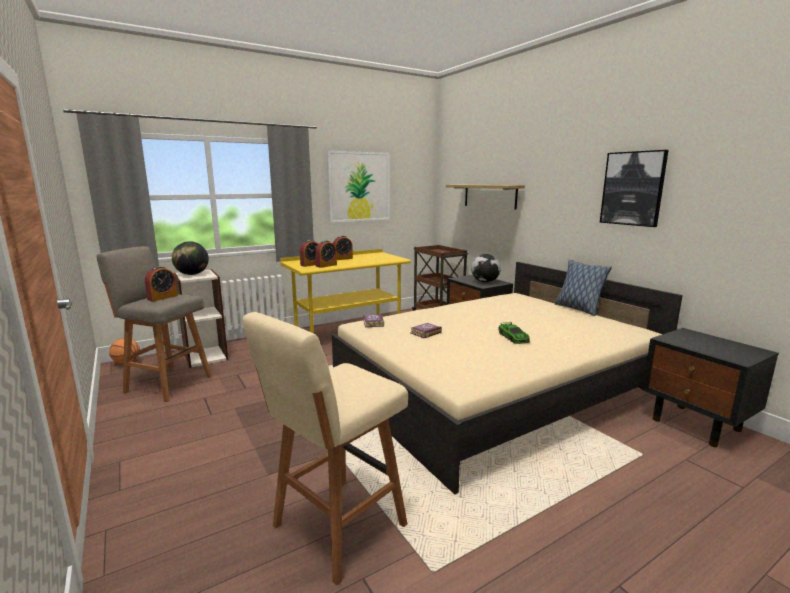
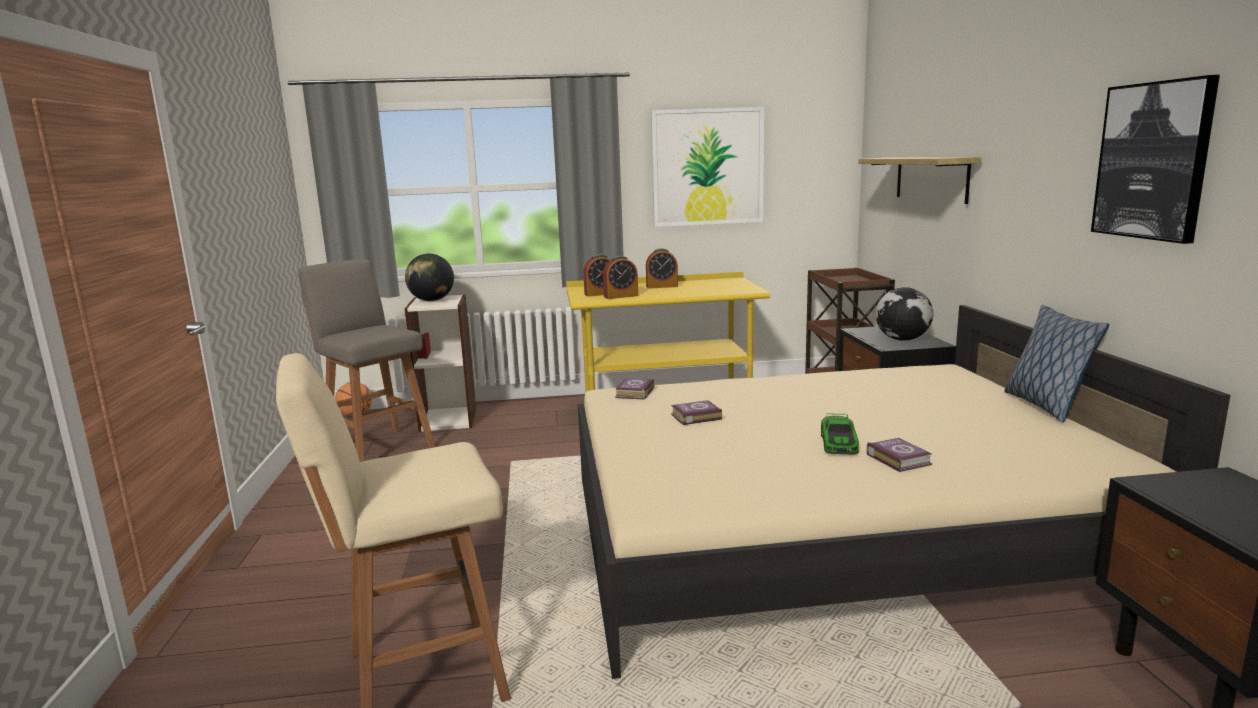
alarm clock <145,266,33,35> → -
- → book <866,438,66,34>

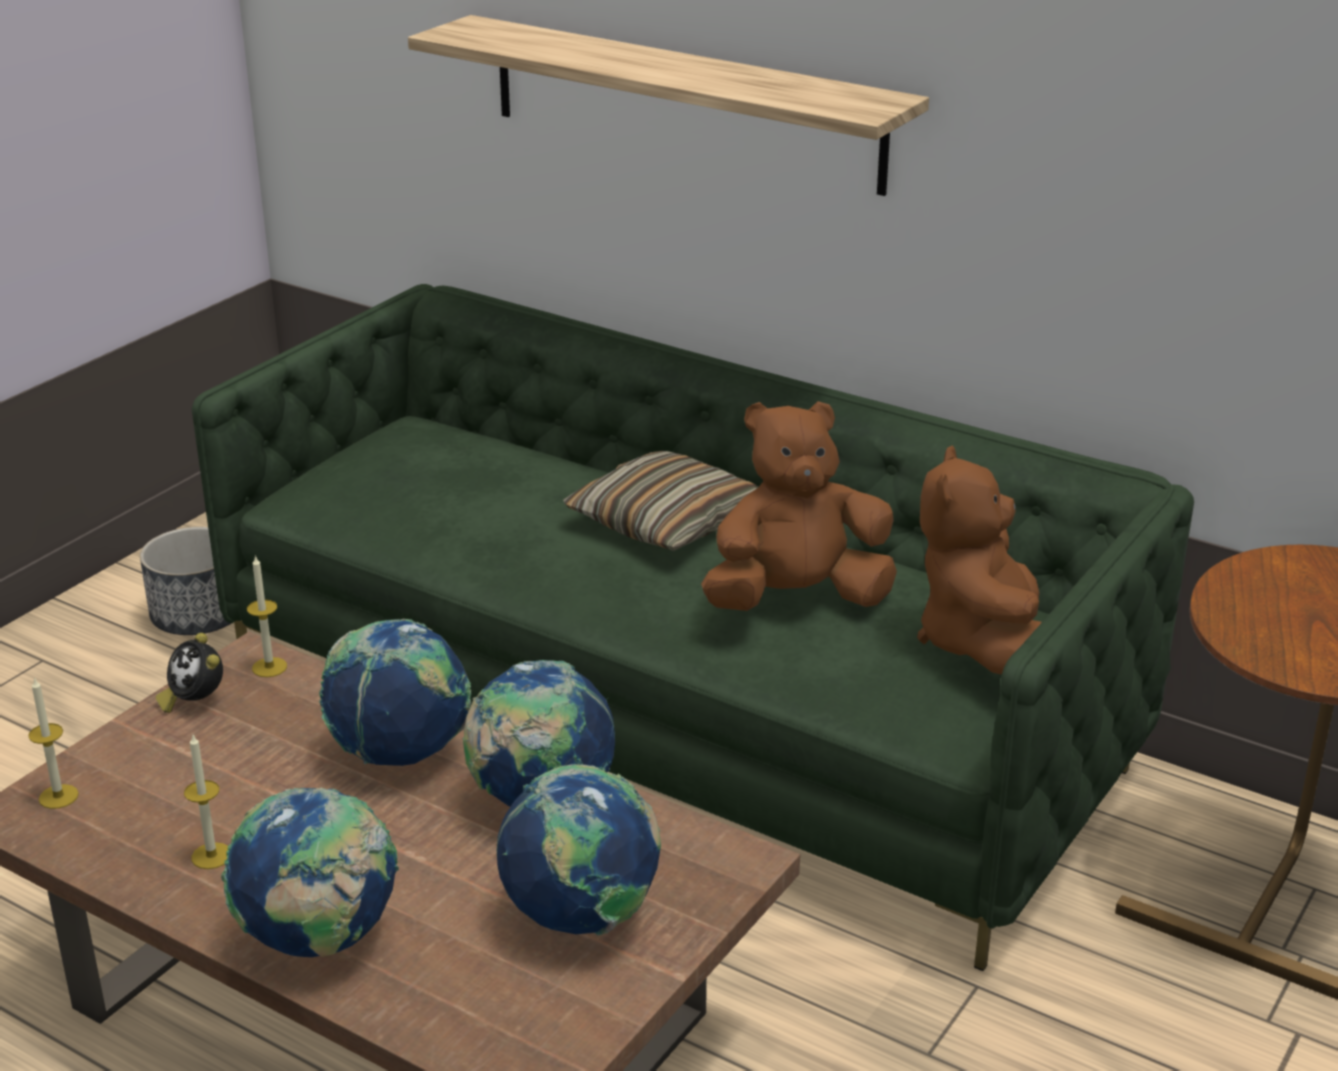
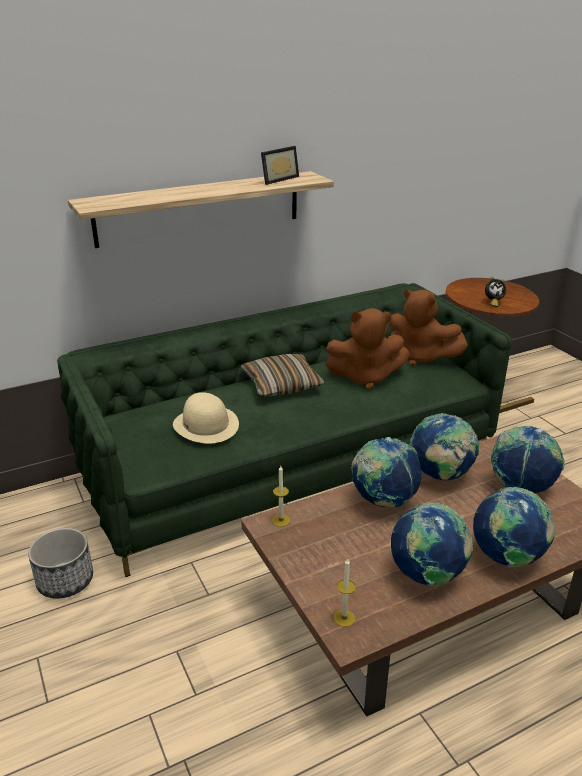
- → hat (beige) <173,392,66,52>
- → picture frame <261,146,38,39>
alarm clock <156,633,67,80> → alarm clock <485,277,21,30>, shifted
candle <184,735,44,134> → globe <391,503,82,85>
plush toy (brown) <701,401,196,210> → plush toy (brown) <325,308,85,82>, 105 degrees counterclockwise

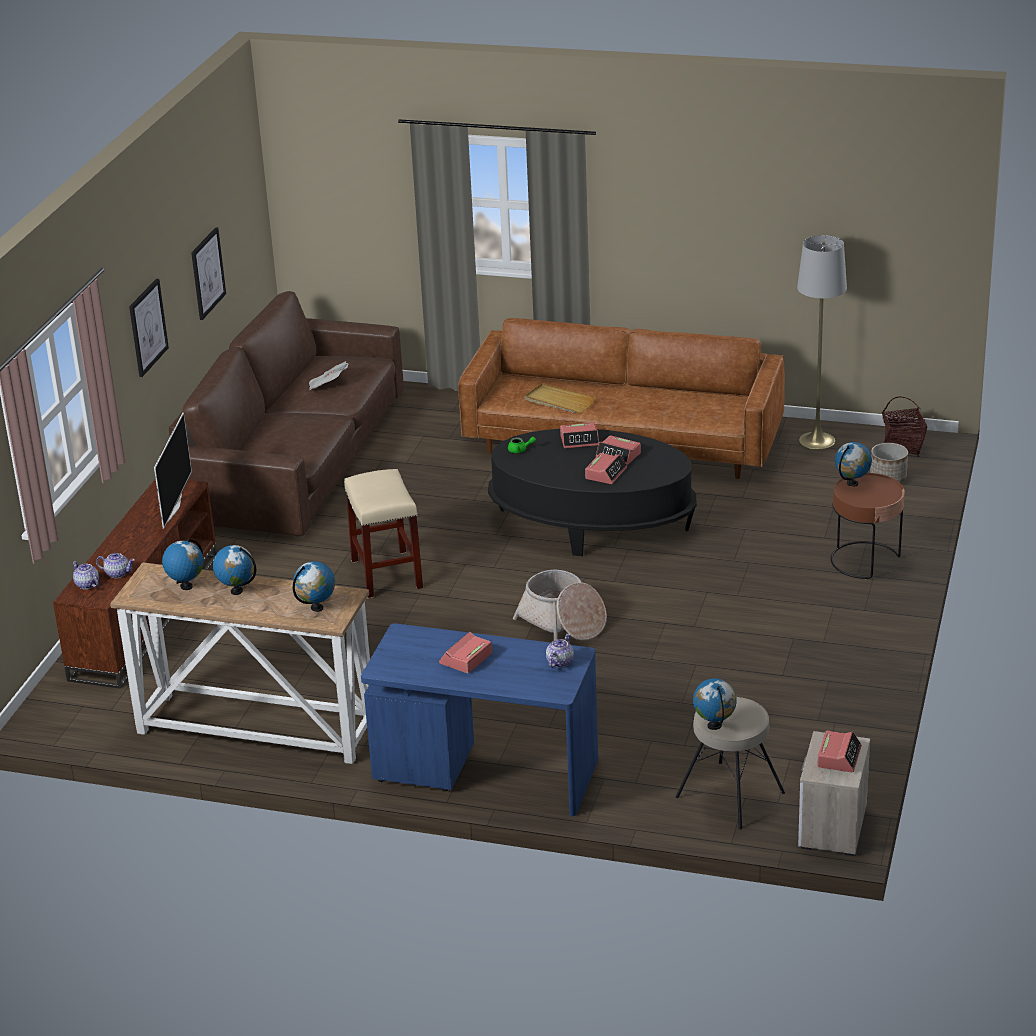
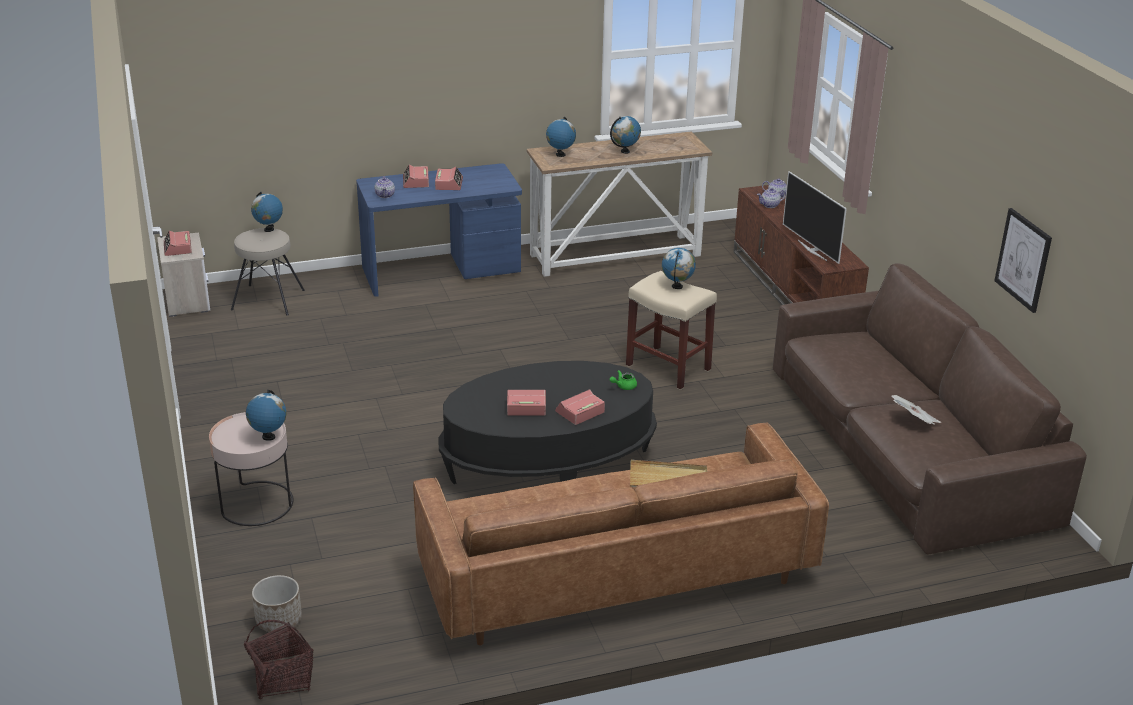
picture <129,279,40,98> → -
basket <513,570,94,70> → -
floor lamp (grey) <797,235,50,216> → -
globe <162,538,42,52> → globe <662,248,34,41>, shifted
alarm clock <585,453,42,31> → alarm clock <403,165,26,23>, shifted
side table (brown) <831,473,74,106> → side table (pink) <209,412,85,114>

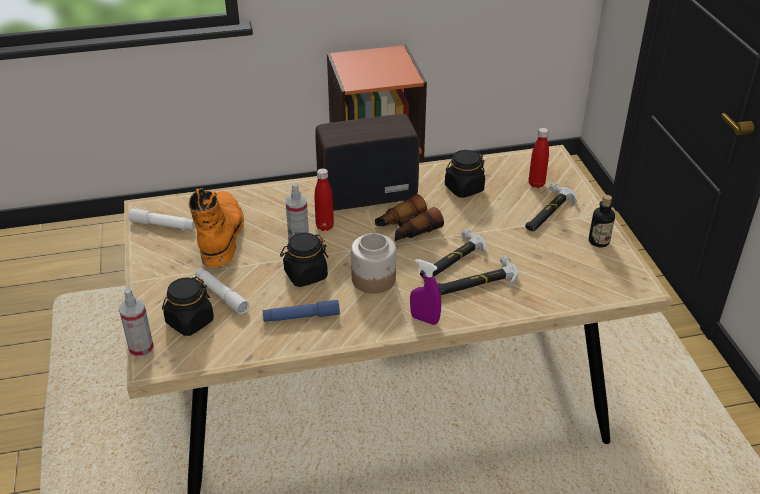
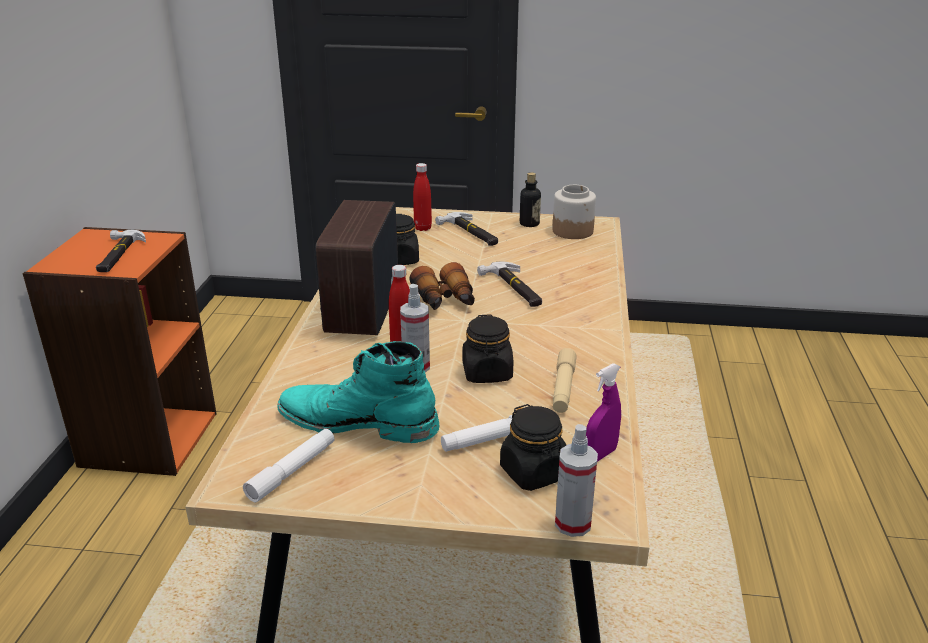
jar <351,233,45,61> → jar <552,185,44,54>, shifted
spray bottle (purple) <410,259,31,66> → spray bottle (purple) <586,363,35,99>, shifted
hammer <437,256,81,39> → hammer <96,230,50,42>, shifted
boot (orange) <189,188,55,79> → boot (turquoise) <277,341,162,102>
flashlight (blue) <262,300,78,22> → flashlight (beige) <553,348,24,65>

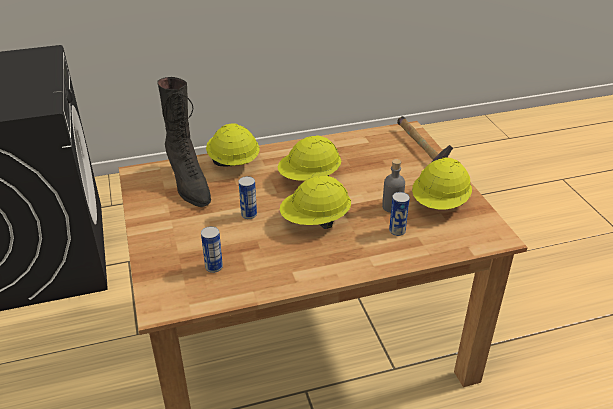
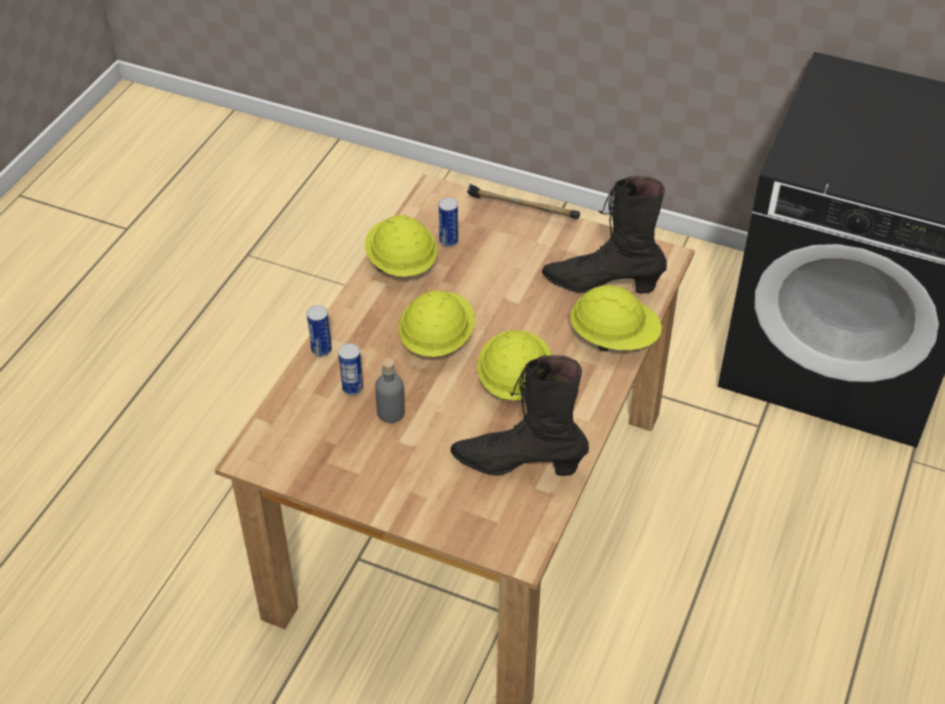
- → boot (black) <450,355,139,121>
can <239,176,18,43> → can <307,305,25,52>, shifted
hammer <397,116,56,46> → hammer <467,184,113,35>, shifted
hard hat (yellow) <412,158,60,52> → hard hat (yellow) <365,215,72,62>, shifted

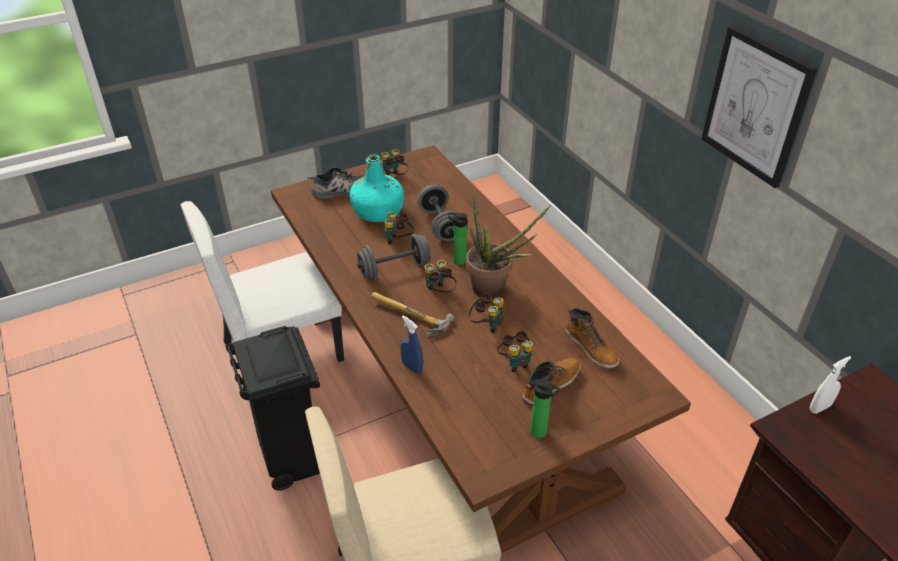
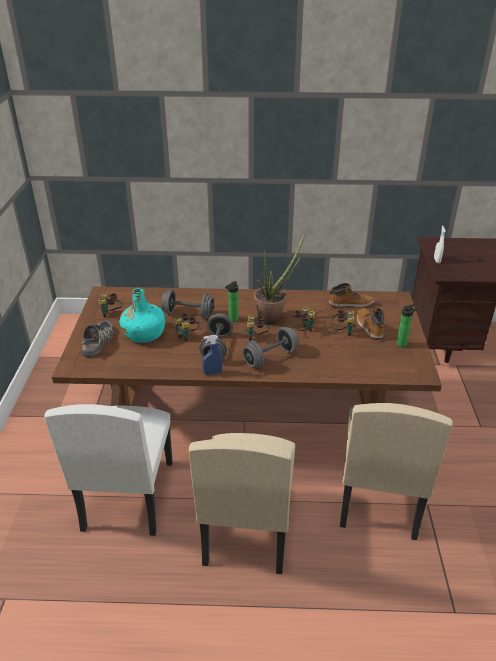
picture <701,26,116,162> → -
spray bottle (blue) <400,315,23,59> → spray bottle (blue) <202,335,21,40>, shifted
trash can (black) <225,326,95,164> → chair (beige) <189,433,106,141>
hammer <371,292,84,44> → dumbbell (grey) <242,327,57,41>

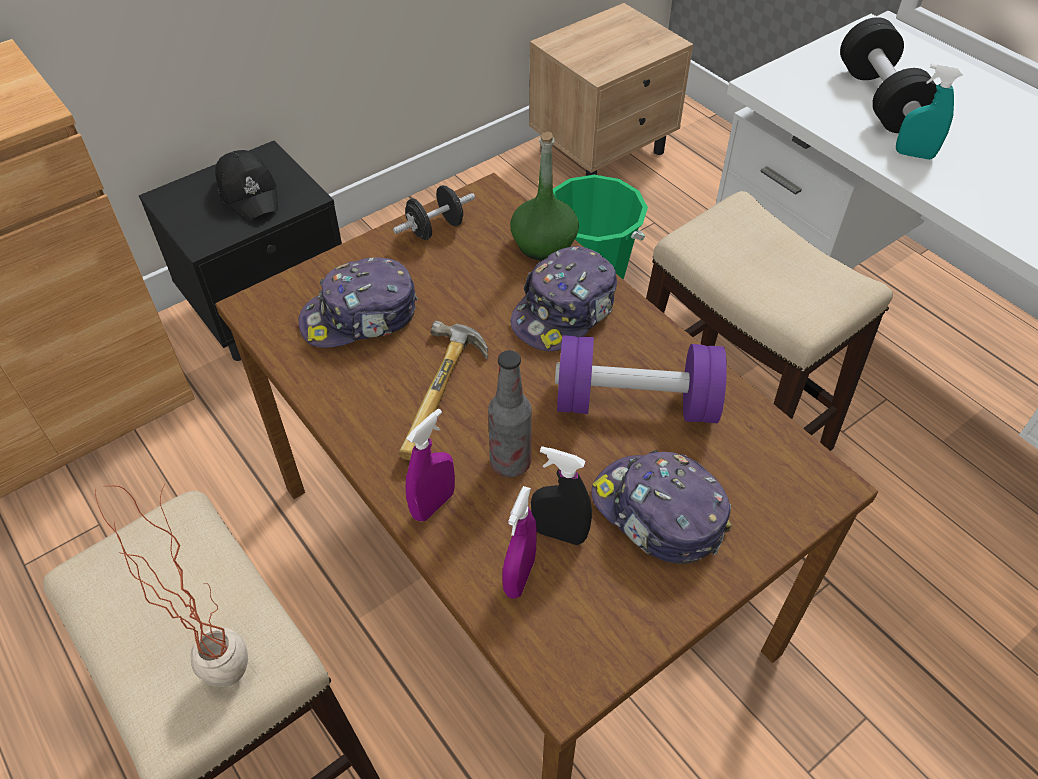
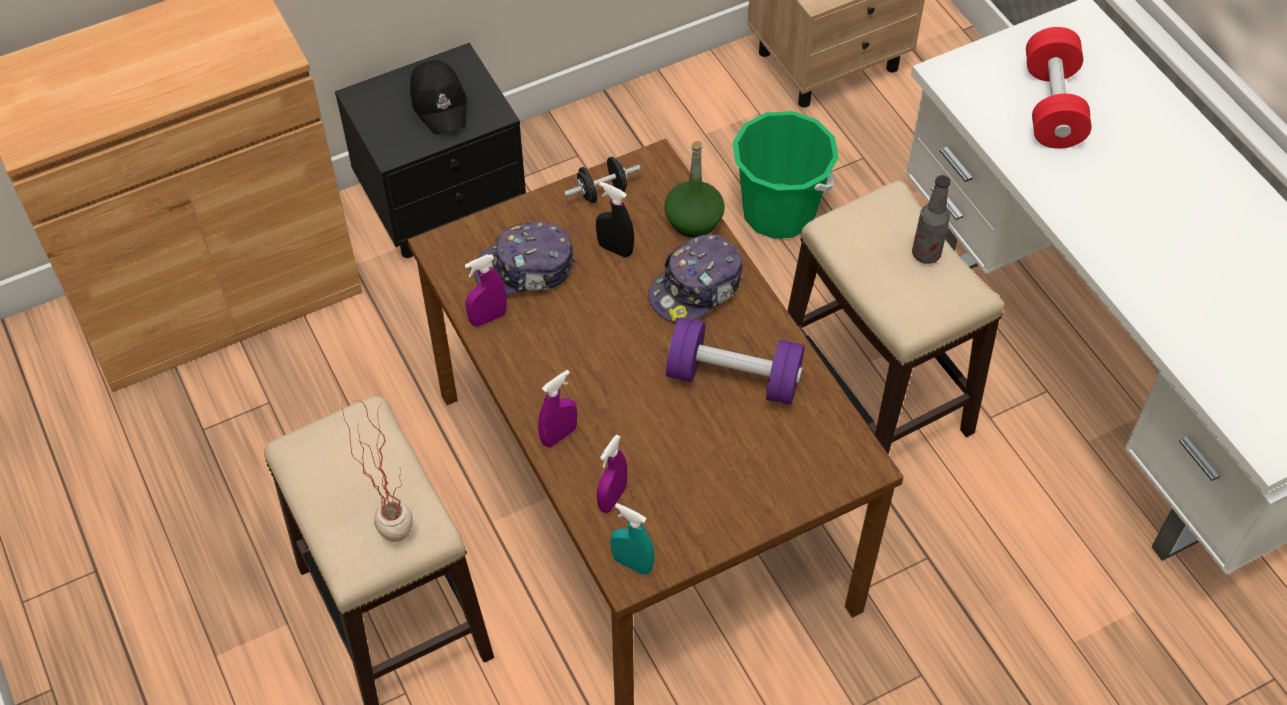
hammer <398,320,90,140> → -
cap <592,450,140,114> → -
- → spray bottle (purple) <465,255,42,72>
bottle <488,350,44,127> → bottle <912,175,39,89>, shifted
spray bottle (black) <531,446,61,99> → spray bottle (black) <596,182,38,75>, shifted
spray bottle (turquoise) <896,63,67,97> → spray bottle (turquoise) <610,503,45,72>, shifted
dumbbell (black) <840,17,97,116> → dumbbell (red) <1026,27,66,122>

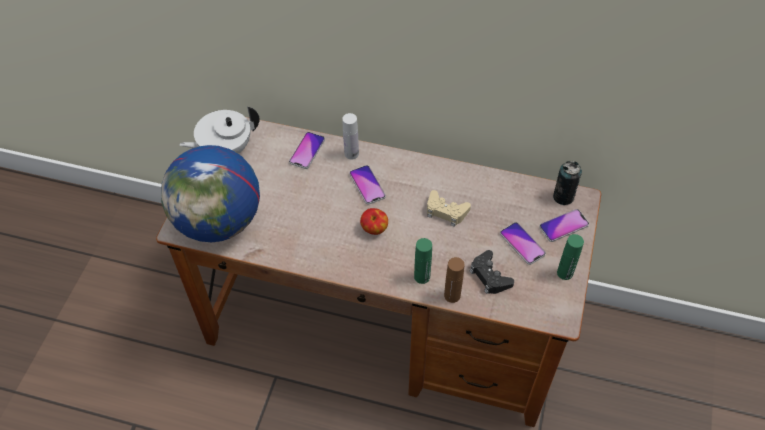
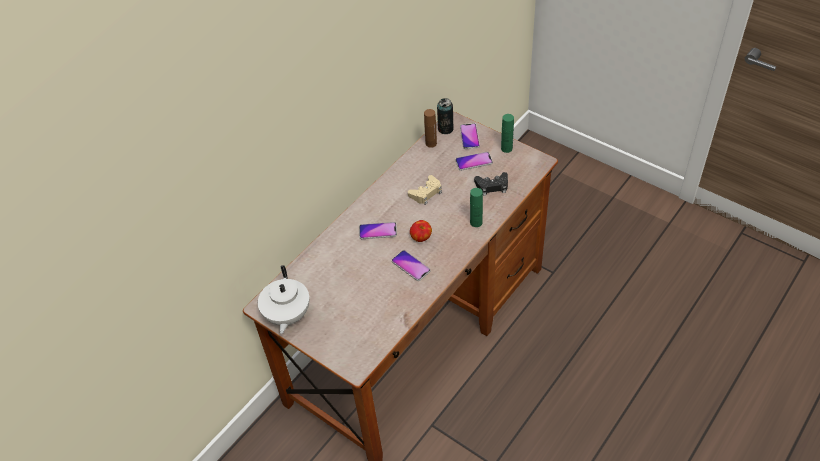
globe <161,145,99,97> → -
bottle (white) <342,113,17,47> → -
phone <289,132,36,37> → phone <392,250,38,31>, shifted
bottle (brown) <444,257,21,46> → bottle (brown) <424,109,13,39>, shifted

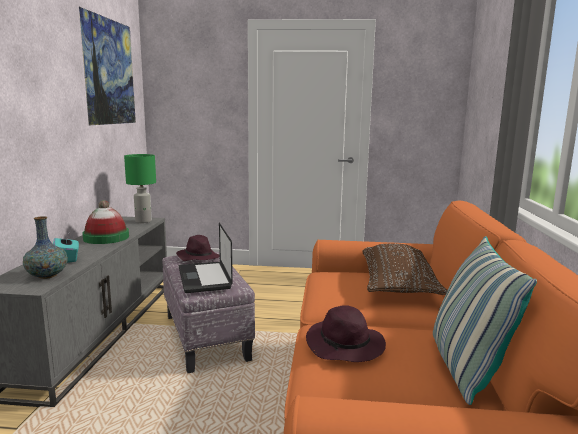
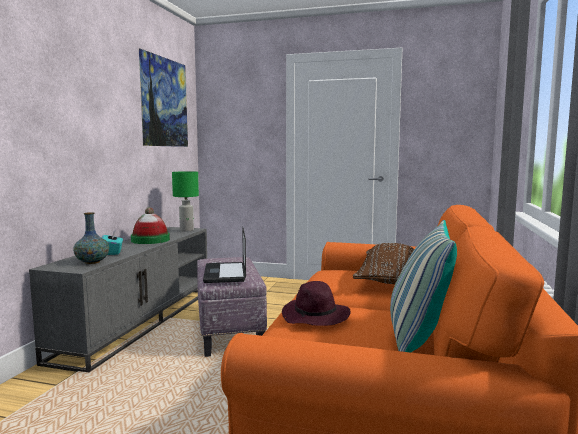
hat (purple) <176,235,44,26> → -

